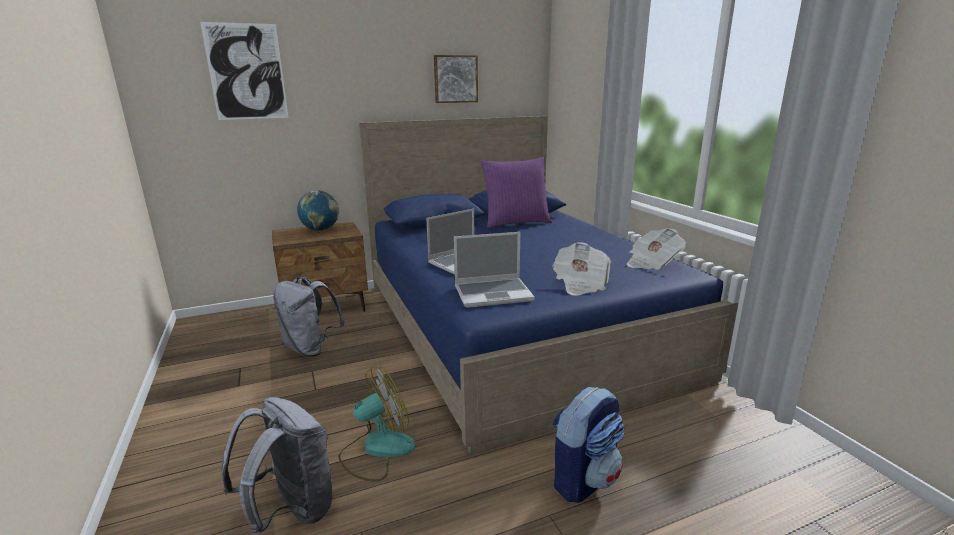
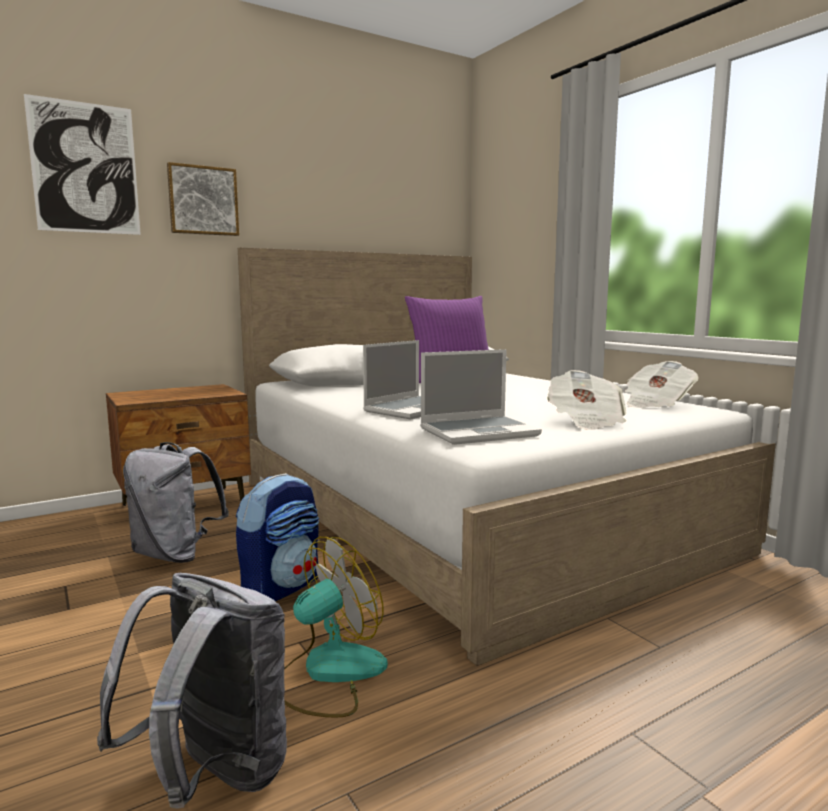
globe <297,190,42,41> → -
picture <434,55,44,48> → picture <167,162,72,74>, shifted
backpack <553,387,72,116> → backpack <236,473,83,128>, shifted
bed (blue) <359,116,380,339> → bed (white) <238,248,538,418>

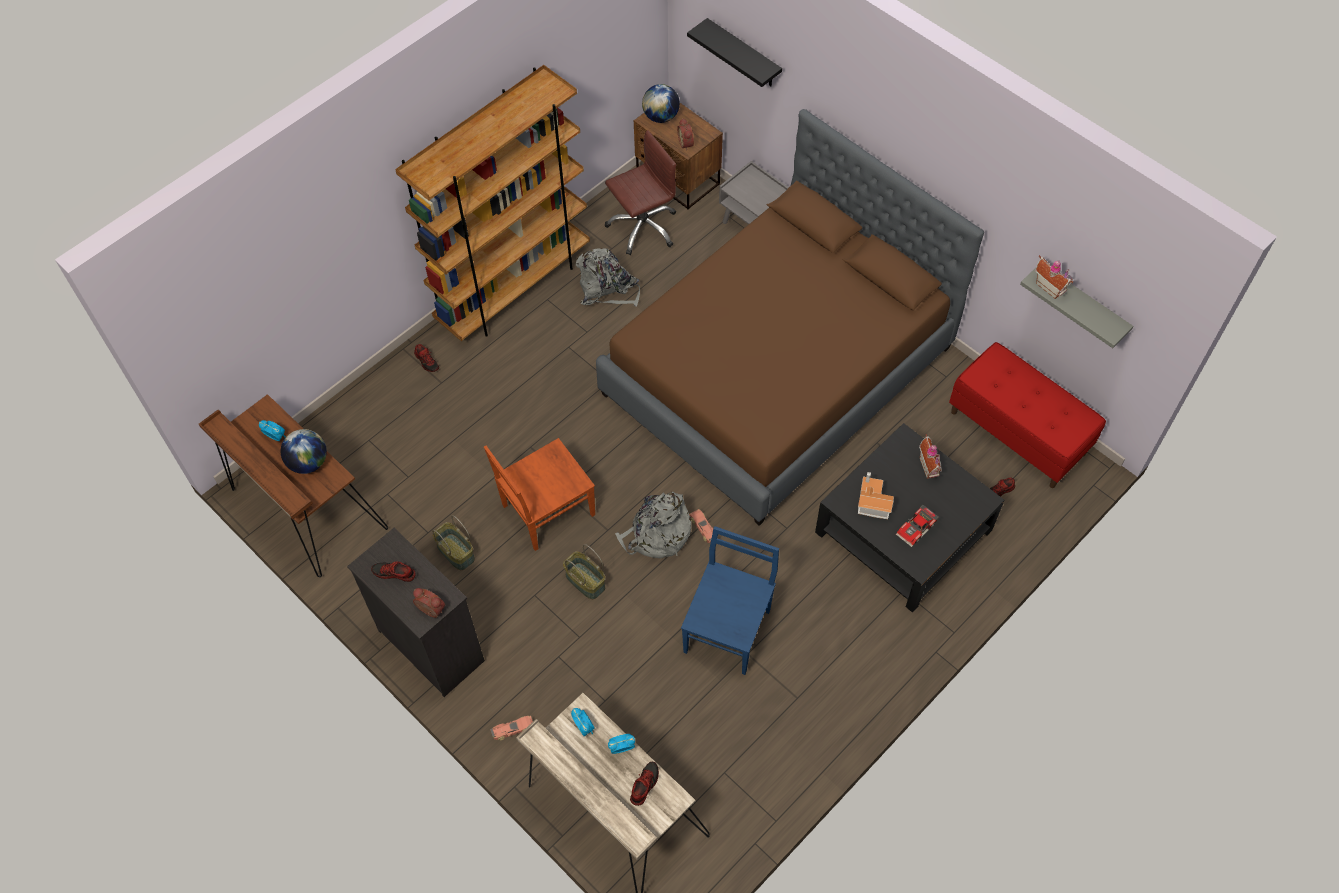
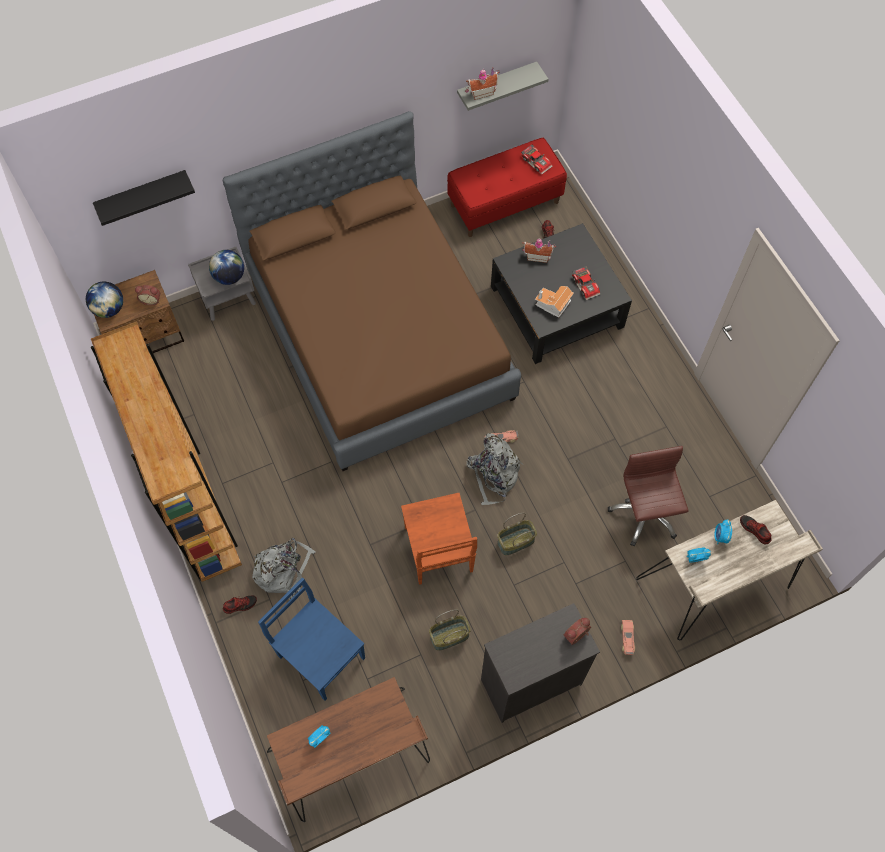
shoe <371,561,45,21> → -
- → toy car <521,144,32,31>
globe <281,429,46,45> → globe <209,250,35,35>, shifted
backpack (grey) <576,248,64,58> → backpack (grey) <252,538,64,62>, shifted
office chair (brown) <605,130,71,125> → office chair (brown) <608,446,81,101>, shifted
chair (blue) <681,526,98,149> → chair (blue) <258,578,107,123>, shifted

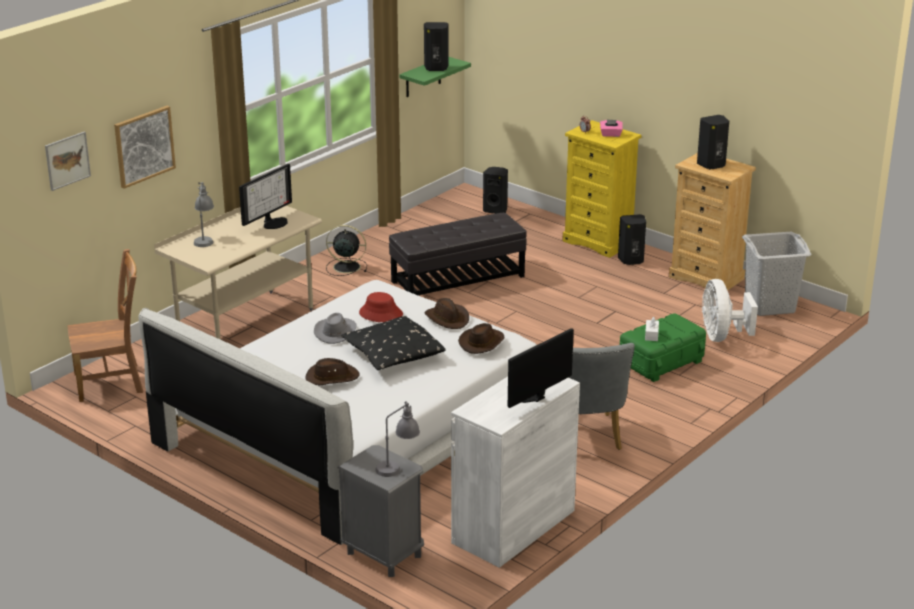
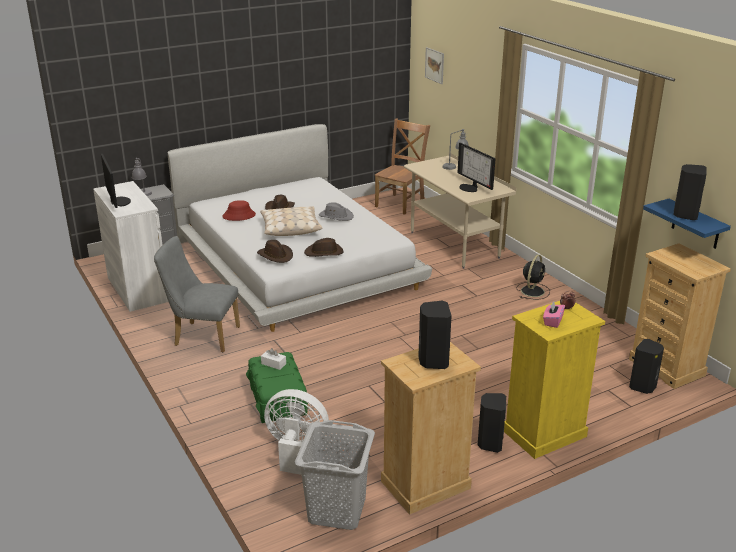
picture <114,106,62,83> → -
ottoman (black) <389,213,138,82> → -
- → dresser (beige) <629,243,102,146>
hat (red) <359,292,44,30> → hat (red) <222,200,34,21>, shifted
pillow (black) <341,316,104,54> → pillow (beige) <260,206,63,30>
shelf (green) <400,57,71,40> → shelf (blue) <643,199,88,50>
chair (brown) <68,249,75,153> → chair (brown) <374,119,56,96>, 150 degrees counterclockwise

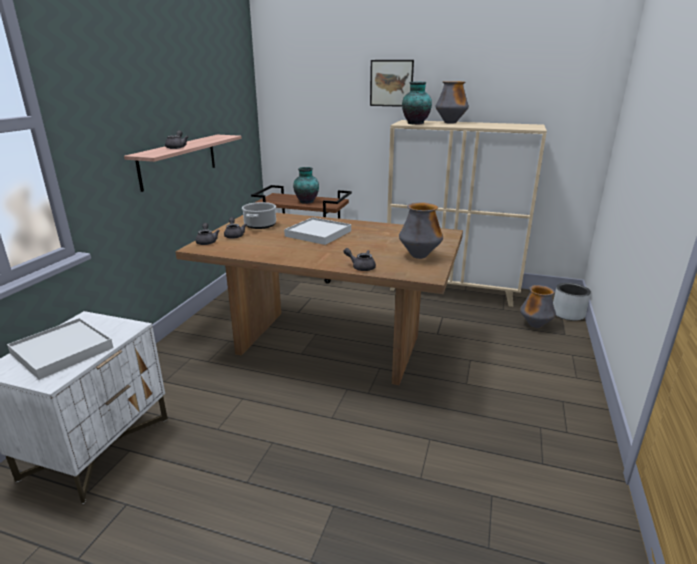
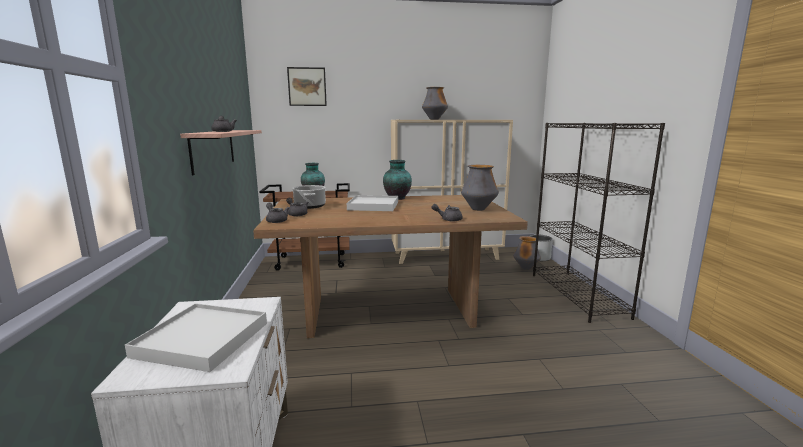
- → bookcase (black) <533,123,132,200>
picture <370,60,44,47> → picture <287,67,40,39>, shifted
vase <402,82,30,42> → vase <383,160,29,40>, shifted

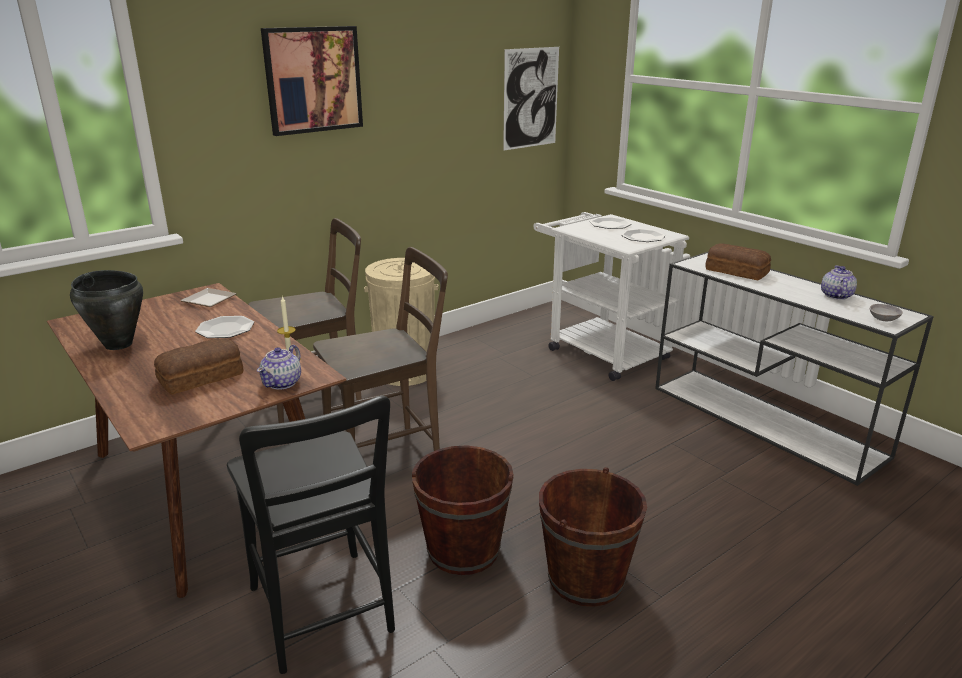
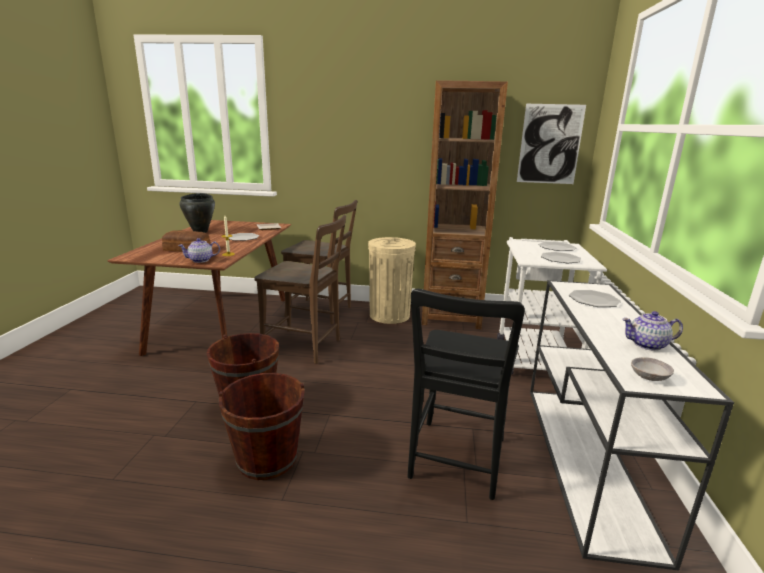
picture <261,26,102,110> → -
- → bookcase (brown) <422,80,86,249>
chair (black) <227,395,168,279> → chair (black) <407,289,118,211>, shifted
bread <705,243,66,37> → plate <569,290,52,17>
teapot <821,265,36,35> → teapot <622,311,61,40>, 150 degrees counterclockwise

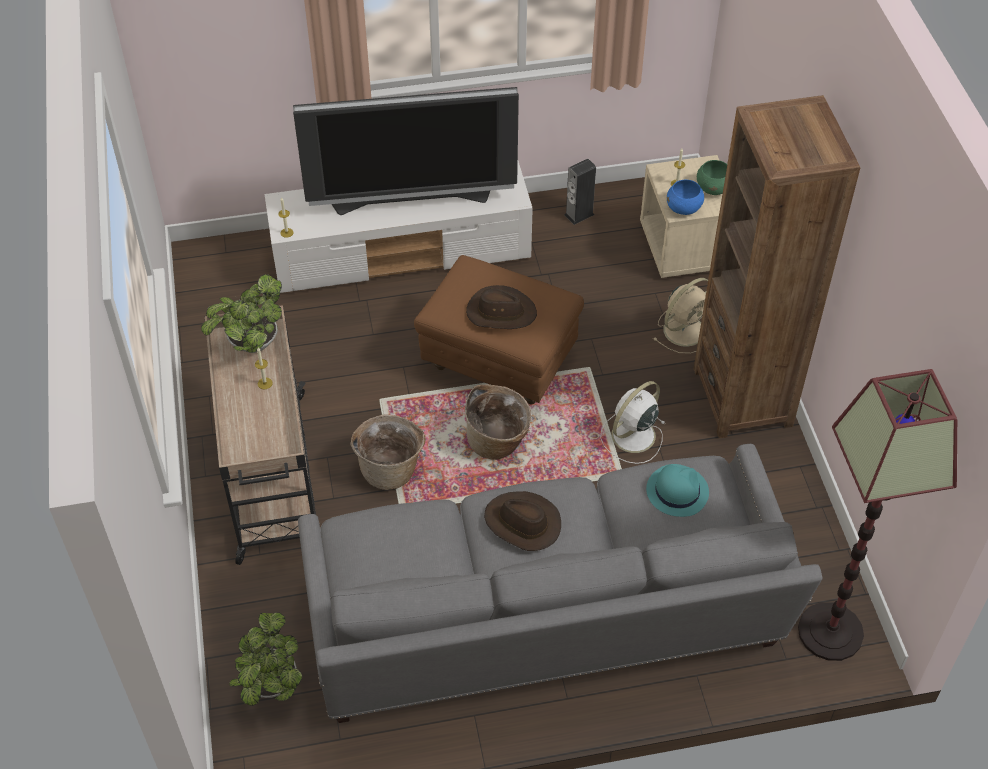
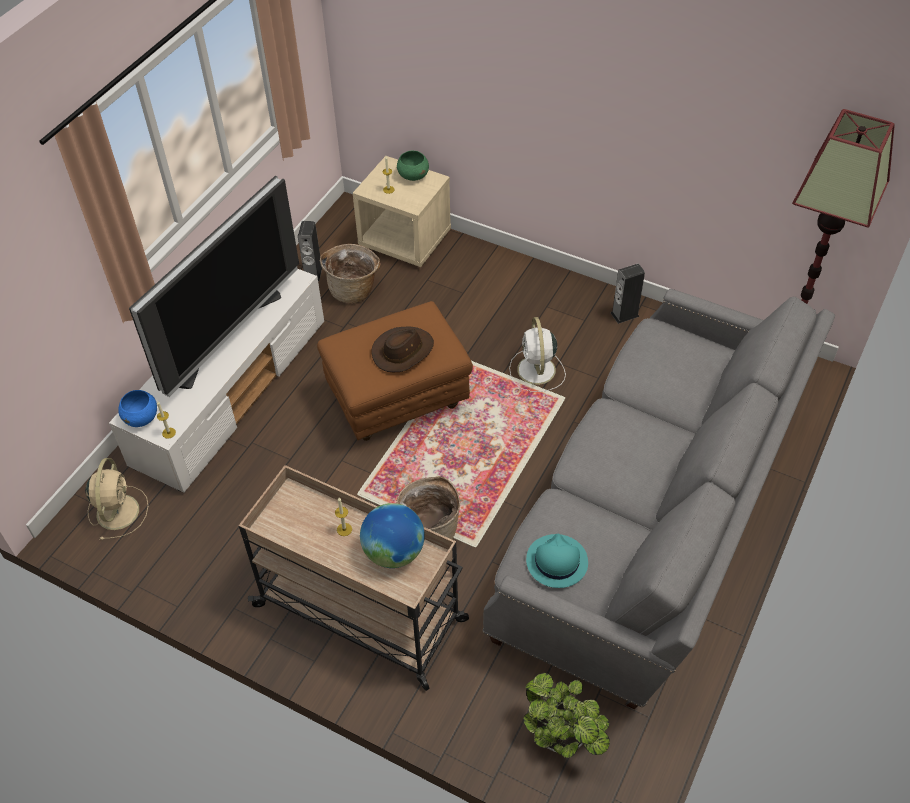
potted plant <201,274,81,79> → -
hat (brown) <484,491,77,60> → -
bookcase (brown) <694,95,167,343> → -
- → globe <360,503,65,65>
- → speaker <611,264,34,60>
basket <465,385,66,75> → basket <320,244,61,59>, shifted
hat (turquoise) <646,464,63,53> → hat (turquoise) <526,534,62,54>, shifted
fan (beige) <653,278,55,76> → fan (beige) <85,458,64,82>, shifted
bowl (blue) <667,180,37,35> → bowl (blue) <118,390,39,37>, shifted

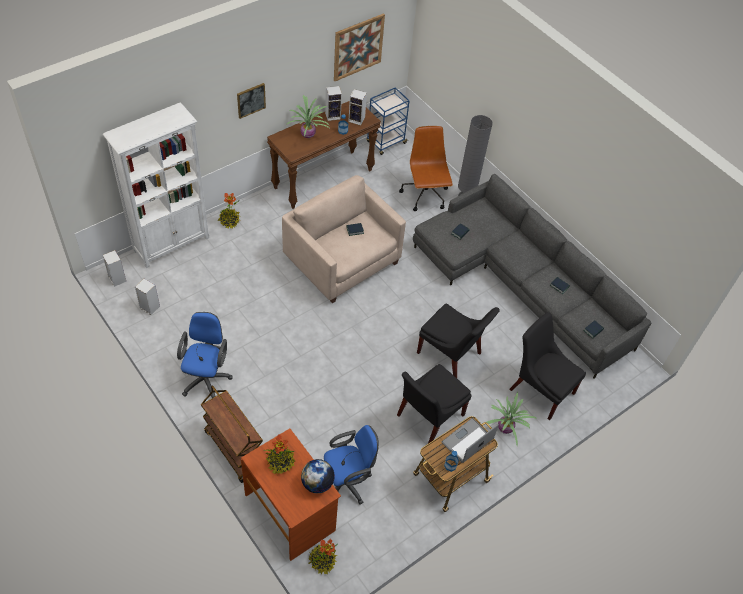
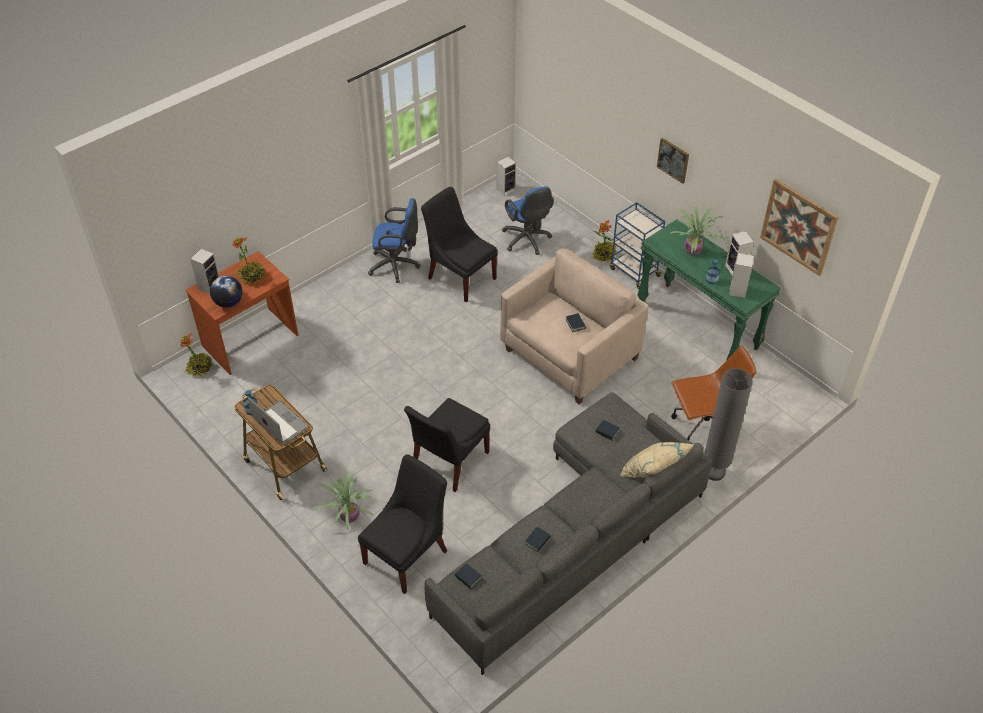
bookcase (white) <103,102,106,166> → -
cart (brown) <201,385,62,98> → -
- → pillow (beige) <621,442,74,36>
speaker <135,279,25,36> → speaker <190,249,30,45>, shifted
office chair (blue) <324,425,55,80> → office chair (blue) <502,186,52,69>, shifted
cart (blue) <366,87,44,68> → cart (blue) <610,202,55,87>, shifted
chair (black) <397,364,75,80> → chair (black) <421,187,77,115>, shifted
console table (brown) <267,101,114,108> → console table (green) <638,219,143,142>

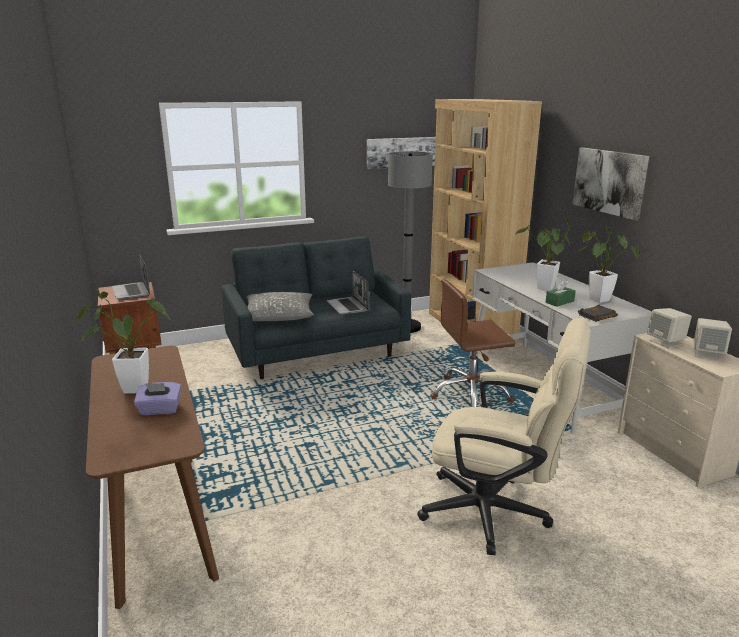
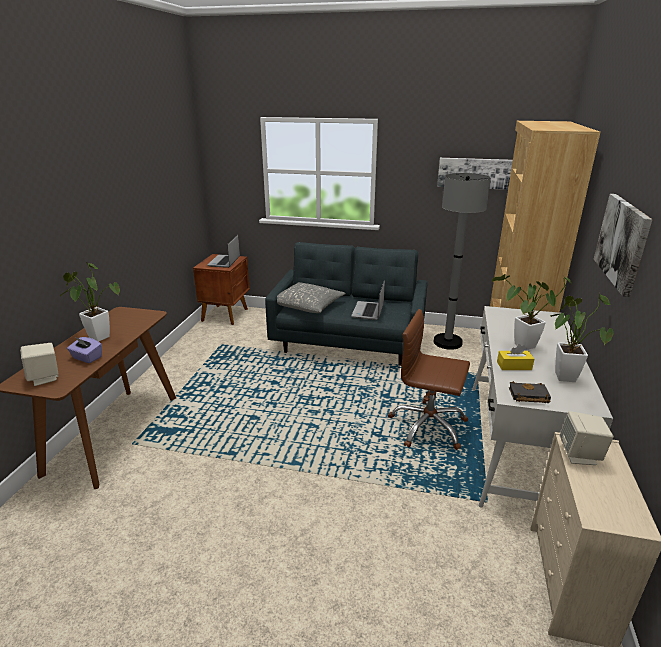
office chair (beige) <417,318,173,237> → -
speaker (beige) <694,318,38,42> → speaker (beige) <20,343,39,43>, shifted
tissue box (green) <545,280,31,27> → tissue box (yellow) <497,344,37,26>

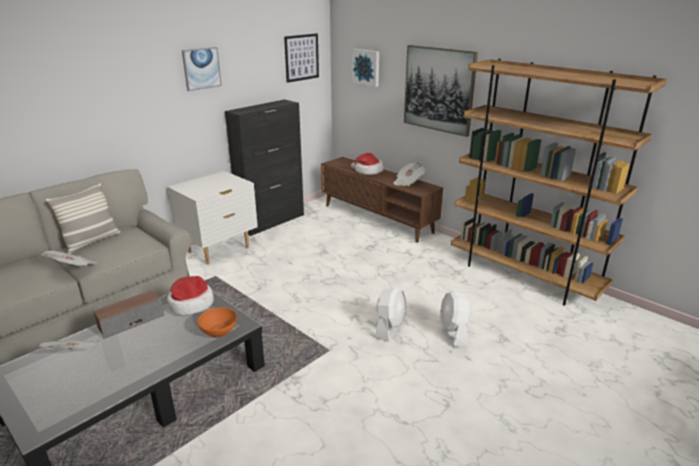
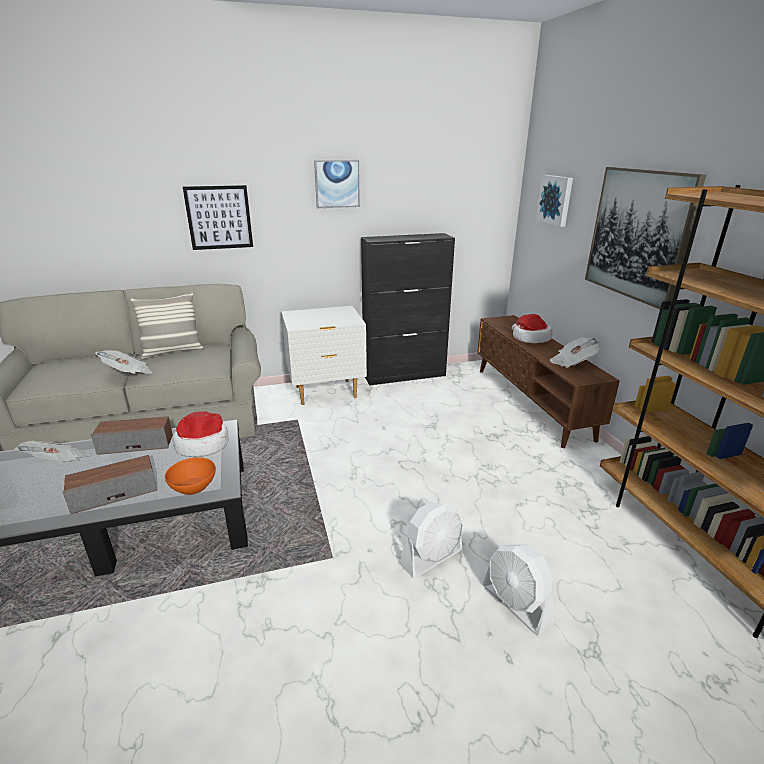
- → speaker <63,455,95,59>
picture <284,33,35,50> → picture <183,185,70,65>, shifted
fan (white) <440,291,31,56> → fan (white) <483,545,72,90>, 60 degrees counterclockwise

